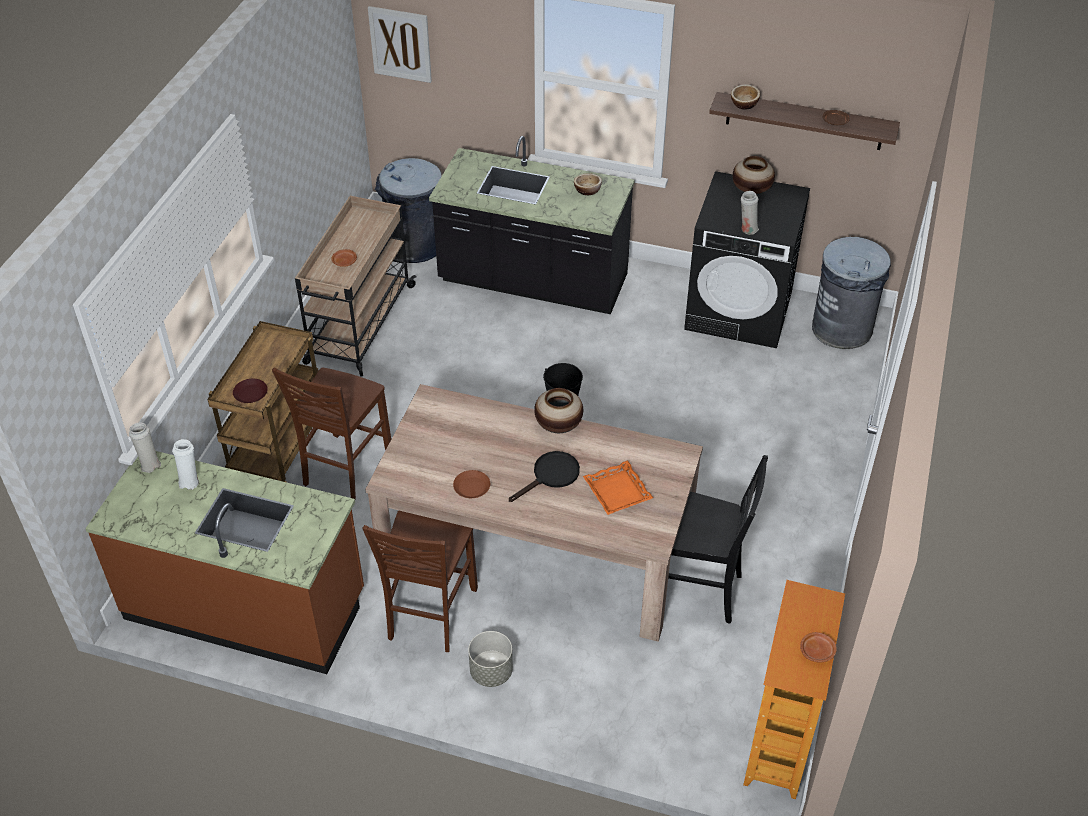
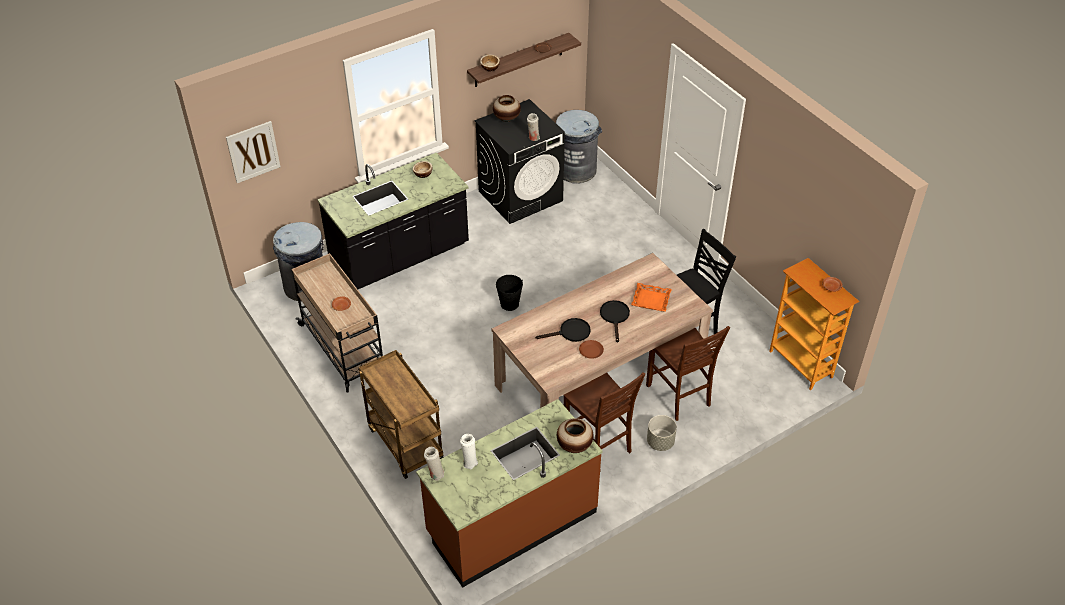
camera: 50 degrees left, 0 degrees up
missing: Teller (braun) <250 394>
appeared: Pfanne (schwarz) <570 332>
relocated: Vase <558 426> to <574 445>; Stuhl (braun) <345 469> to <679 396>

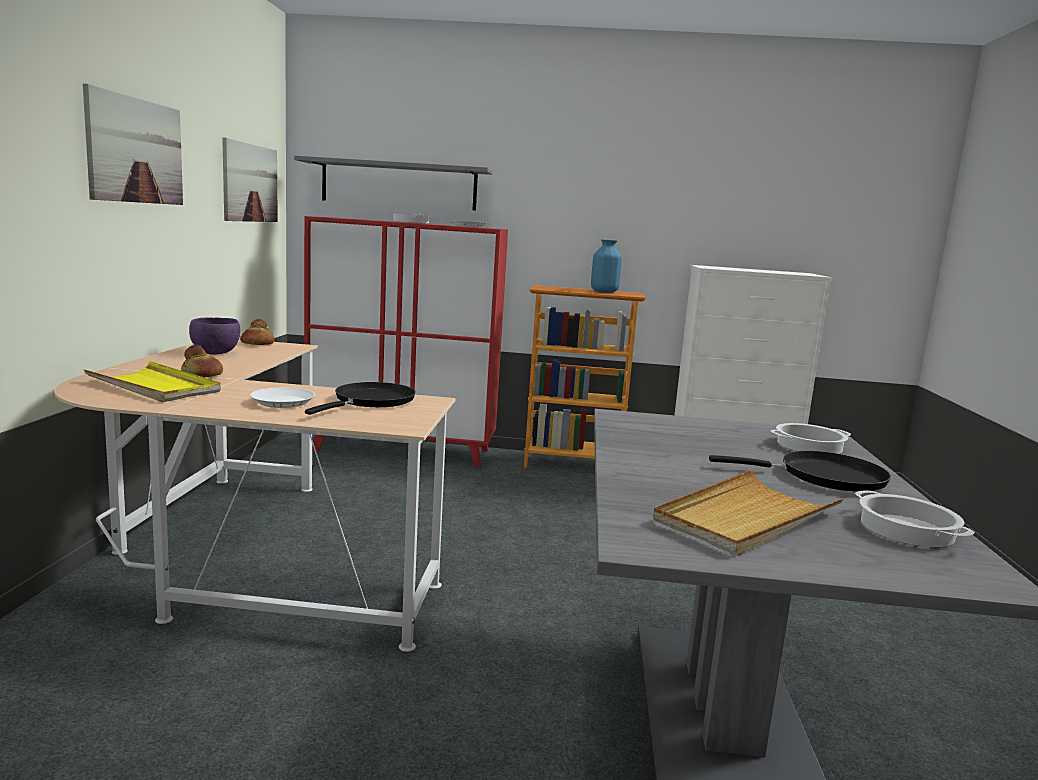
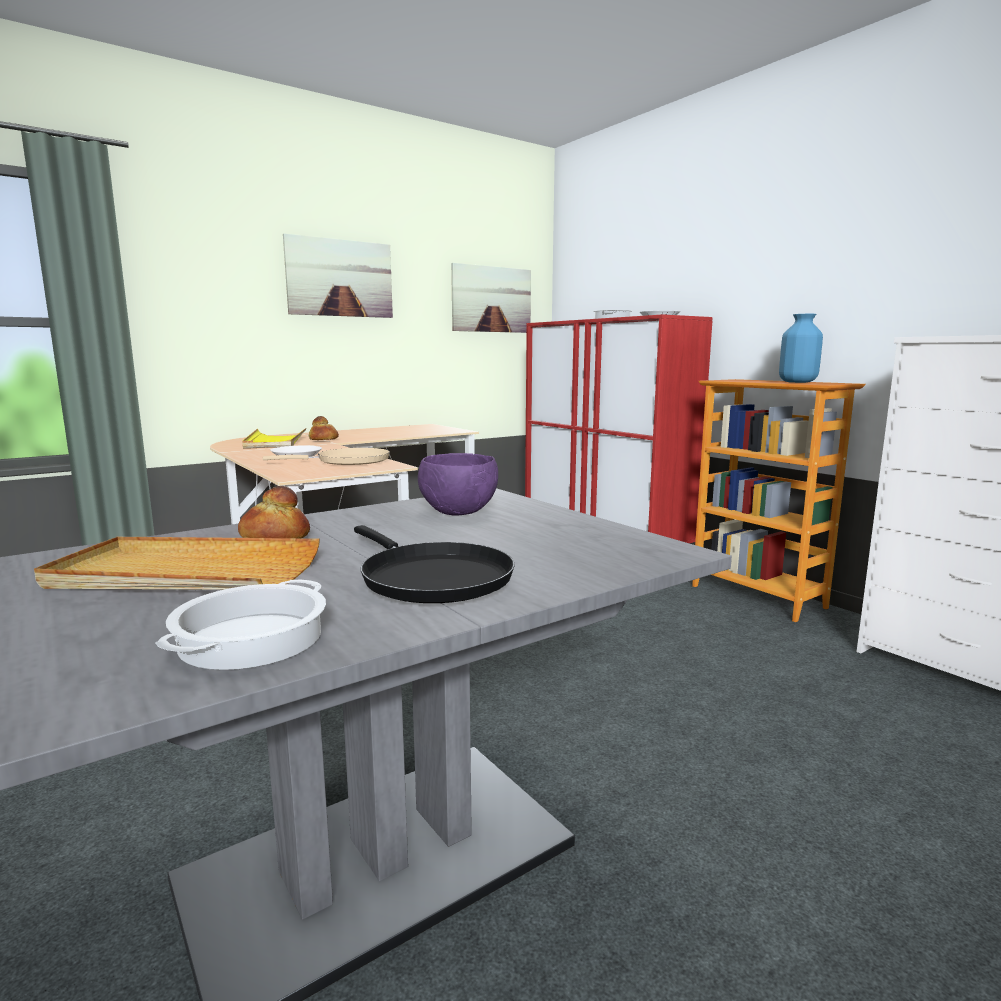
camera: 50 degrees right, 0 degrees up
missing: Wandregal (grau) <399 185>; Kochtopf <809 446>
relocated: Brot <257 344> to <274 537>; Schüssel (lila) <215 352> to <458 512>
colour: Pfanne (schwarz) <371 401> to Pfanne (beige) <348 461>

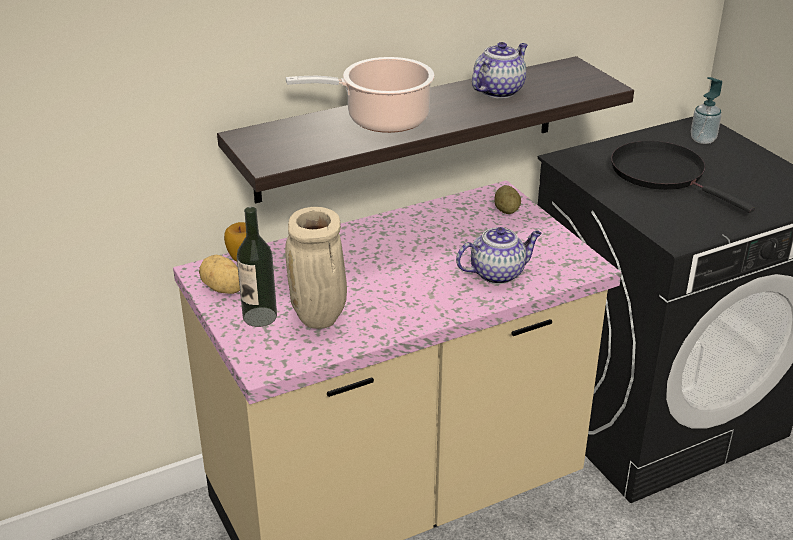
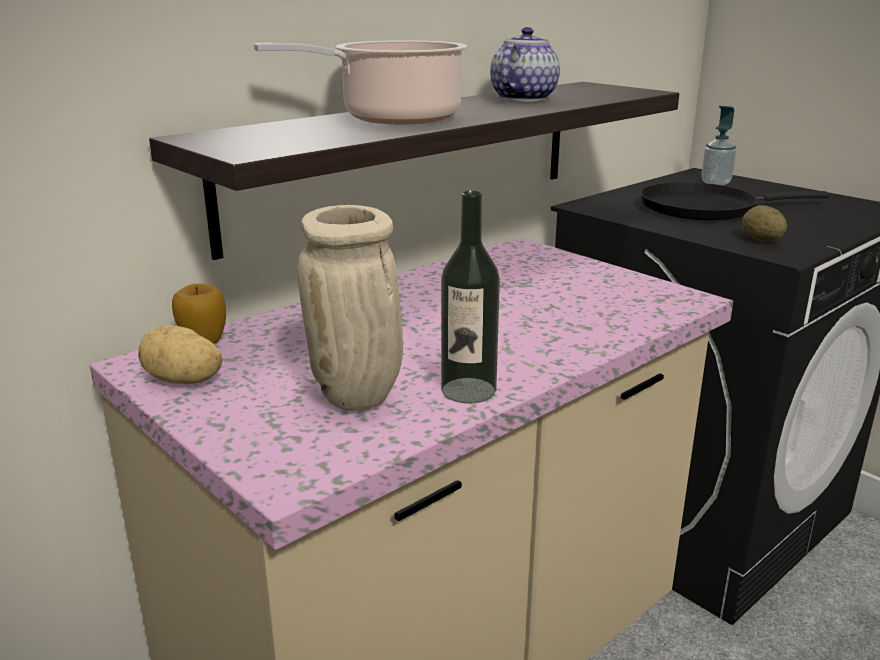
camera: 15 degrees left, 10 degrees down
missing: Teekanne <498 273>
relocated: Flasche <260 317> to <468 390>; Kartoffel <506 210> to <761 240>
spun: Pfanne (schwarz) <662 174> = <704 208> 45 degrees counterclockwise

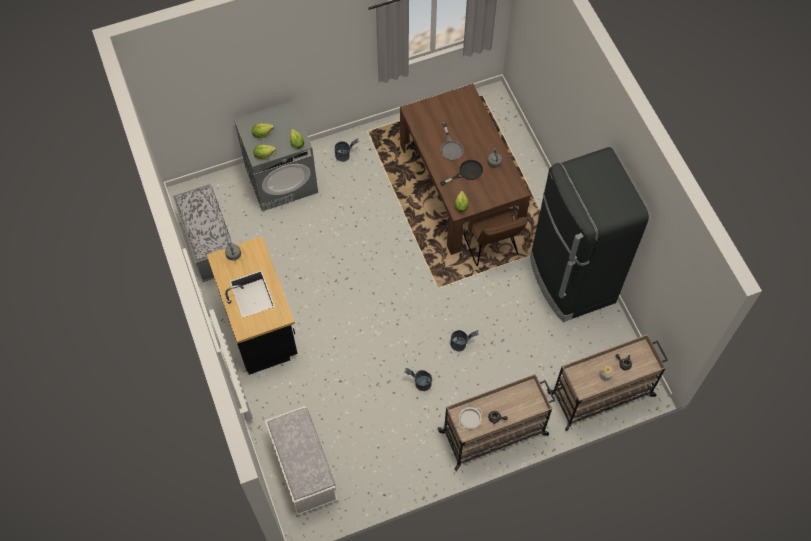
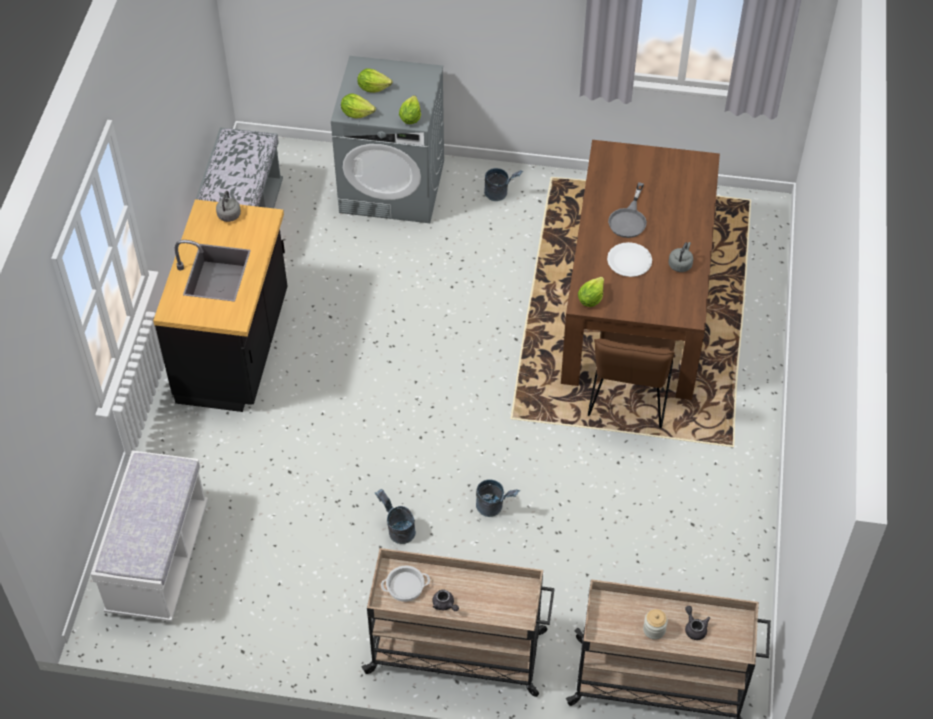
camera: 30 degrees right, 10 degrees down
missing: Kühlschrank (schwarz) <571 280>
exchanged: Pfanne (schwarz) <466 172> to Teller (weiß) <629 260>

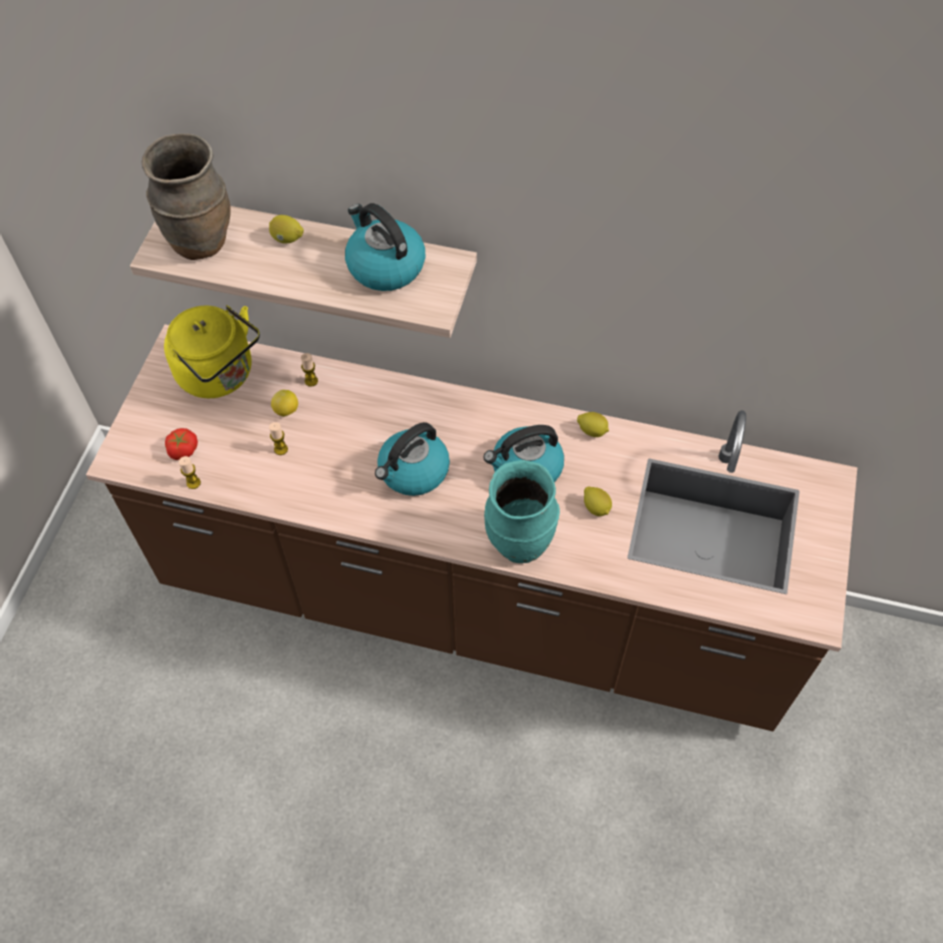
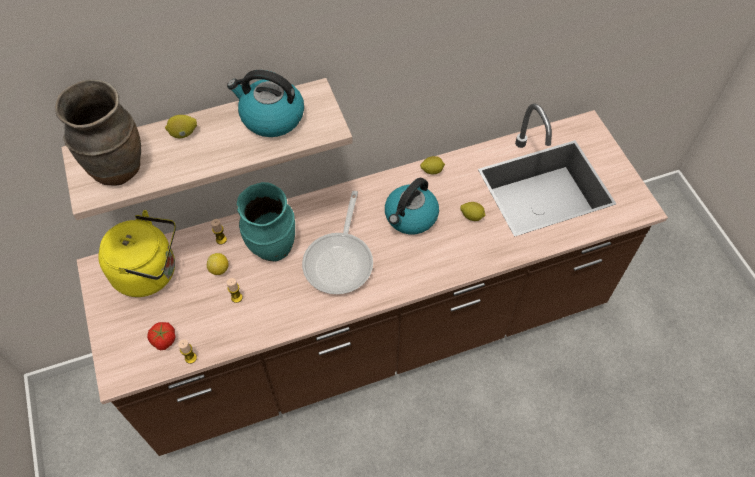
camera: 35 degrees left, 0 degrees up
relocated: Vase (türkis) <519 543> to <273 247>
exchanged: Wasserkessel <413 472> to Pfanne <340 260>

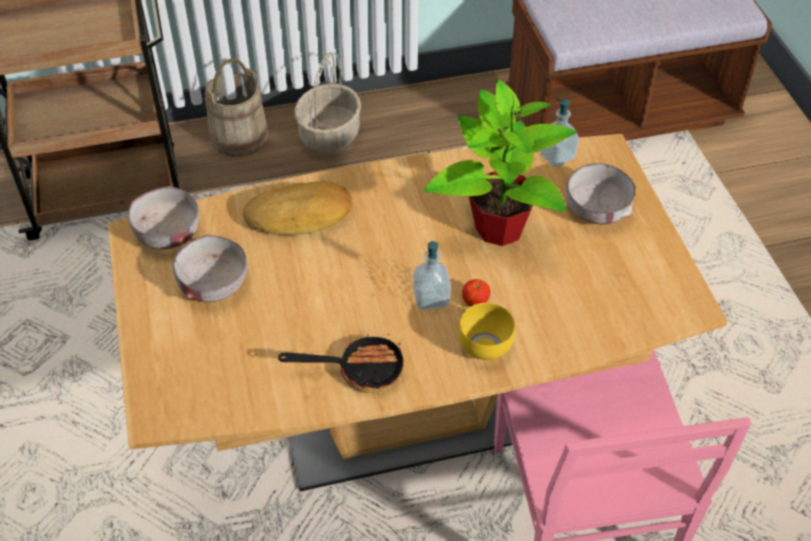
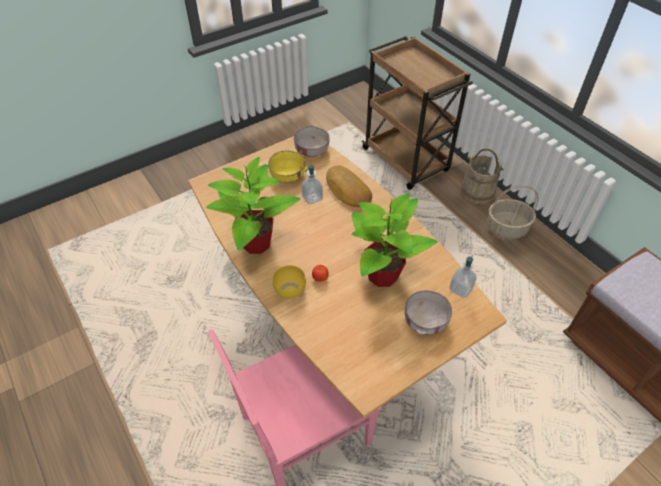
camera: 70 degrees right, 0 degrees up
relocated: Seifenspender <431 298> to <312 198>
exchanged: Pfanne <360 369> to Topfpflanze <255 243>
colour: Schüssel (grau) <213 284> to Schüssel (gelb) <287 175>

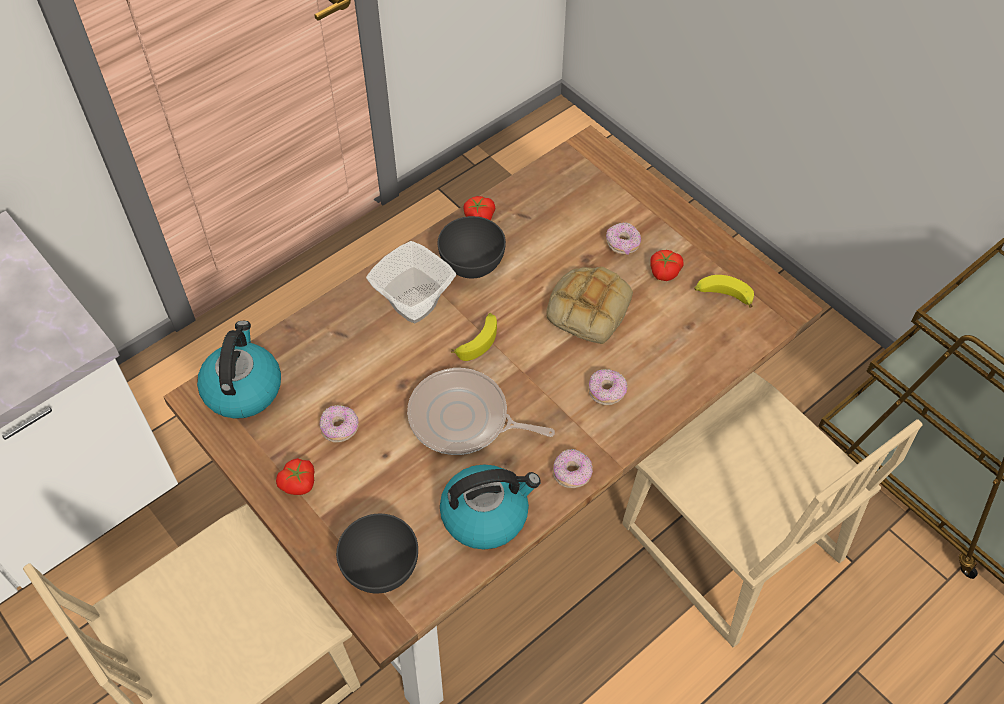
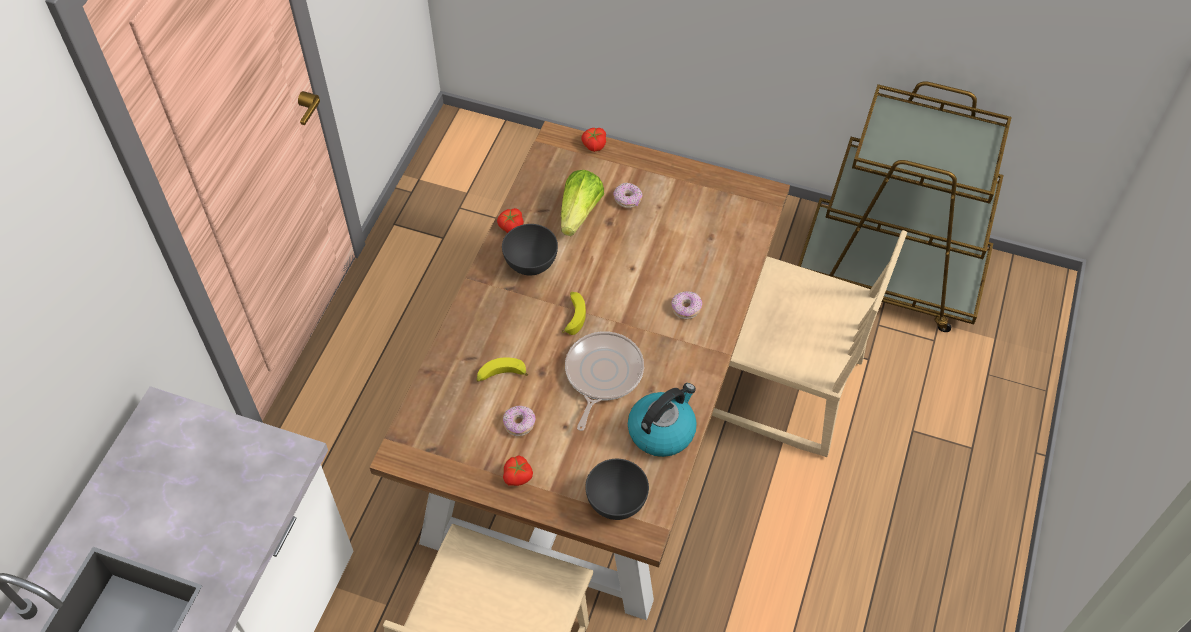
camera: 30 degrees left, 0 degrees up
missing: Wasserkessel <243 388>; Schüssel <414 305>; Brot <588 307>; Donut <572 473>
appeared: Salatkopf <579 213>
relocated: Banane <722 296> to <501 375>; Tomate <664 271> to <593 145>
spun: Pfanne <463 419> = <602 375> 120 degrees clockwise

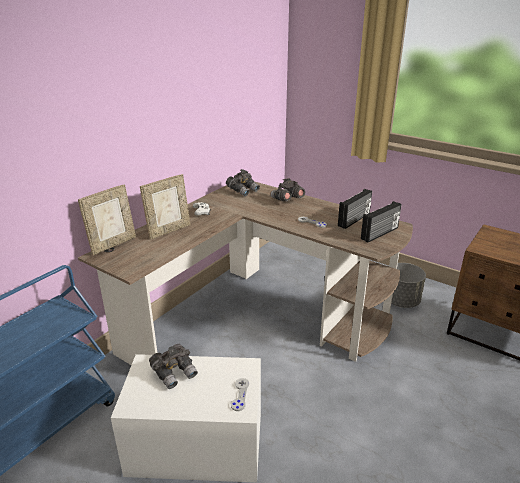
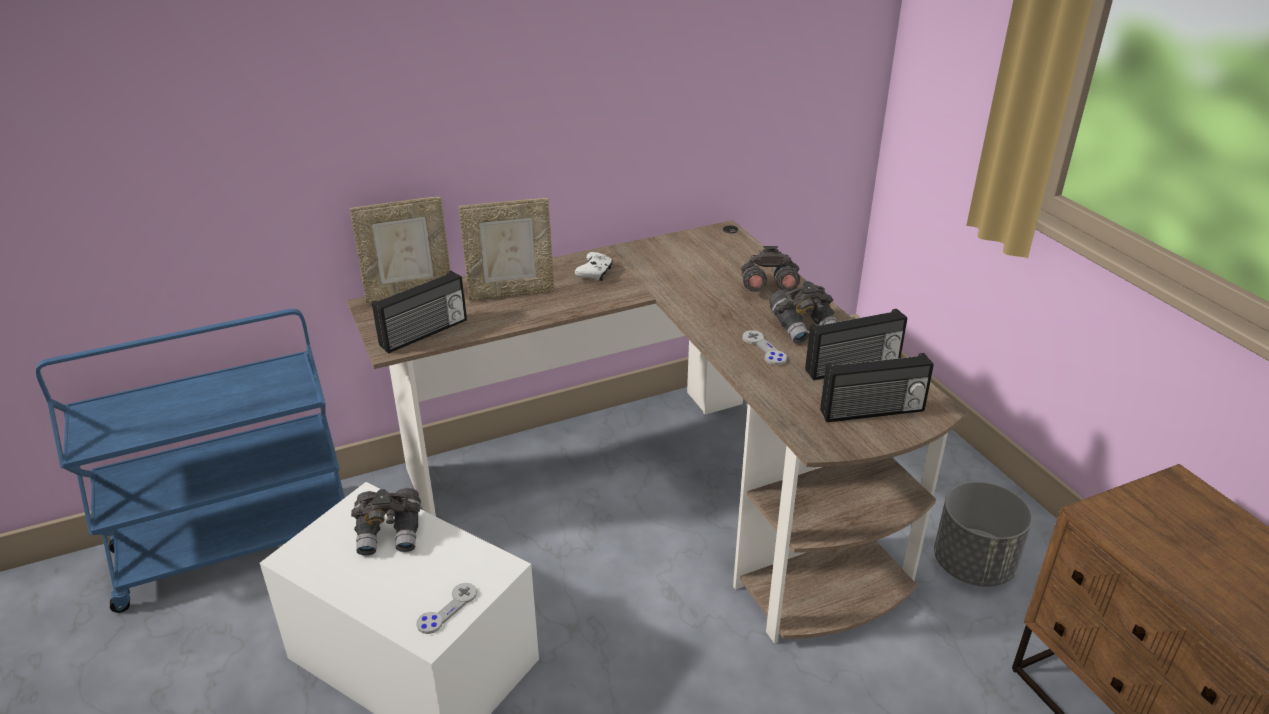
camera: 30 degrees right, 5 degrees up
appeared: Radio <424 333>
relocated: Fernglas (grau) <243 191> to <804 327>

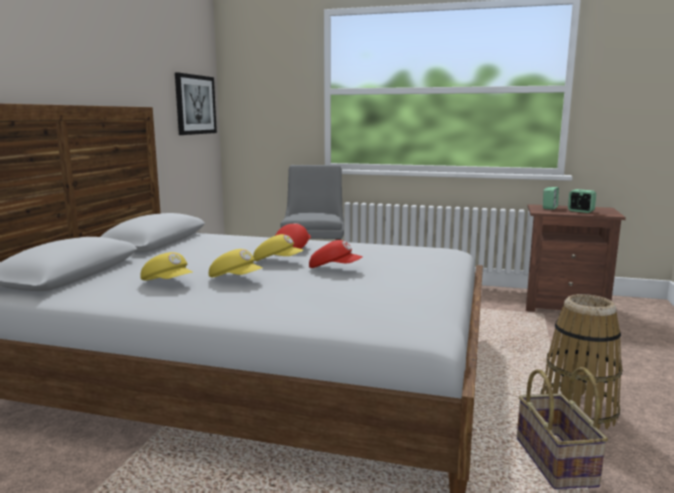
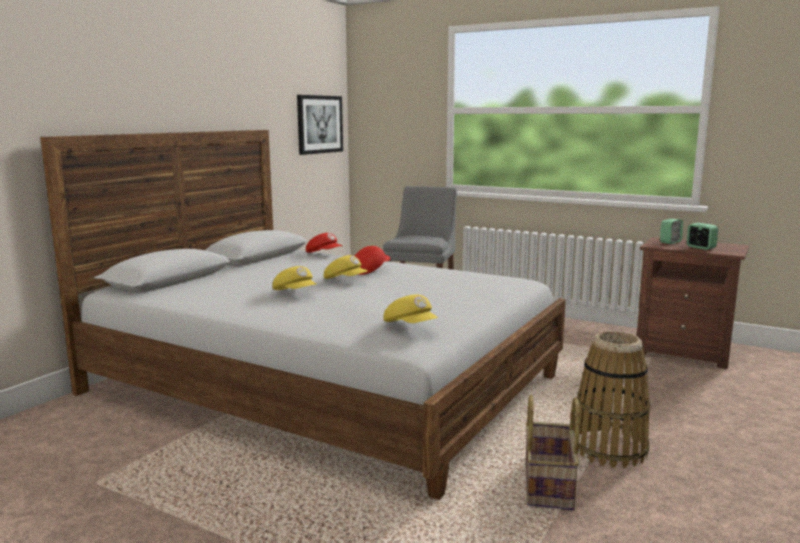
camera: 15 degrees right, 0 degrees up
relocated: Kappe (rot) <334 268> to <324 254>; Kappe (gelb) <168 283> to <411 327>

